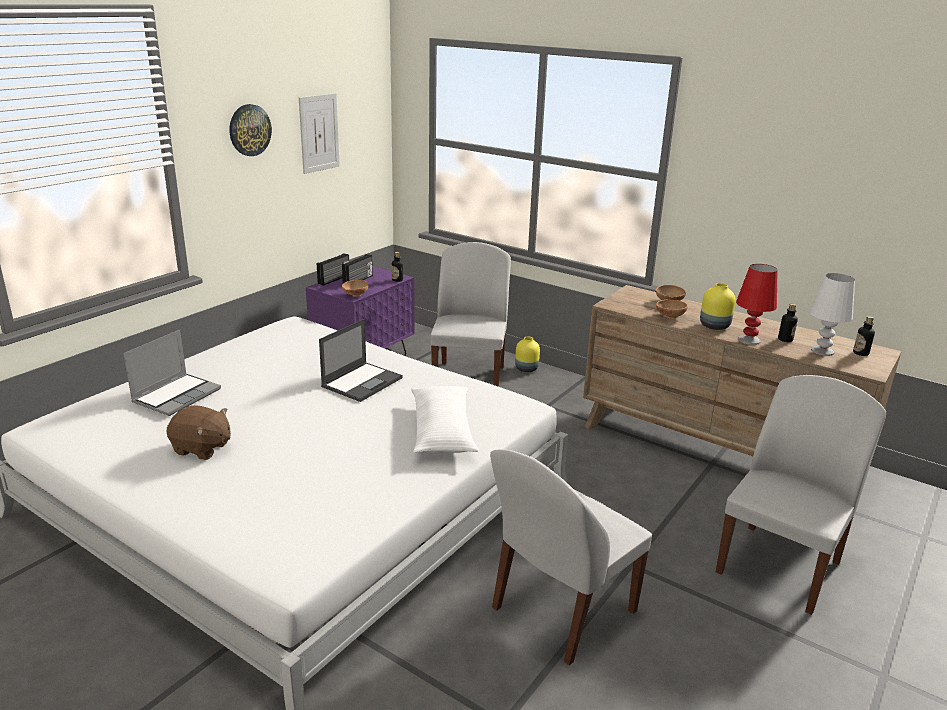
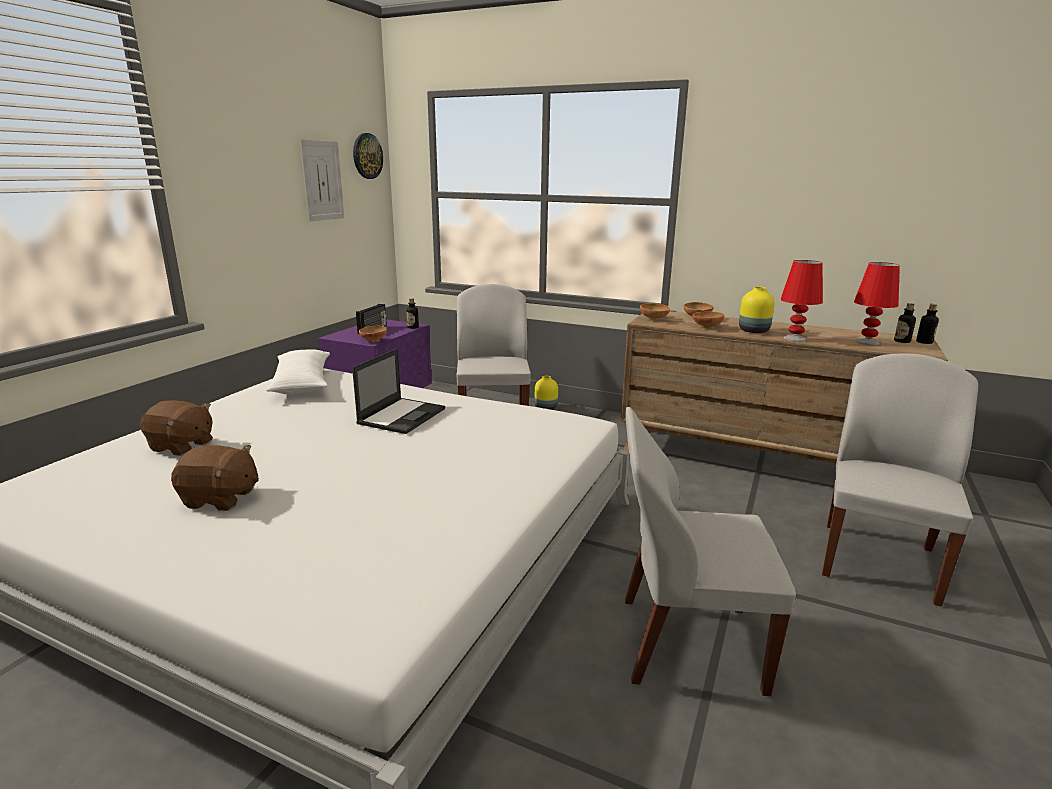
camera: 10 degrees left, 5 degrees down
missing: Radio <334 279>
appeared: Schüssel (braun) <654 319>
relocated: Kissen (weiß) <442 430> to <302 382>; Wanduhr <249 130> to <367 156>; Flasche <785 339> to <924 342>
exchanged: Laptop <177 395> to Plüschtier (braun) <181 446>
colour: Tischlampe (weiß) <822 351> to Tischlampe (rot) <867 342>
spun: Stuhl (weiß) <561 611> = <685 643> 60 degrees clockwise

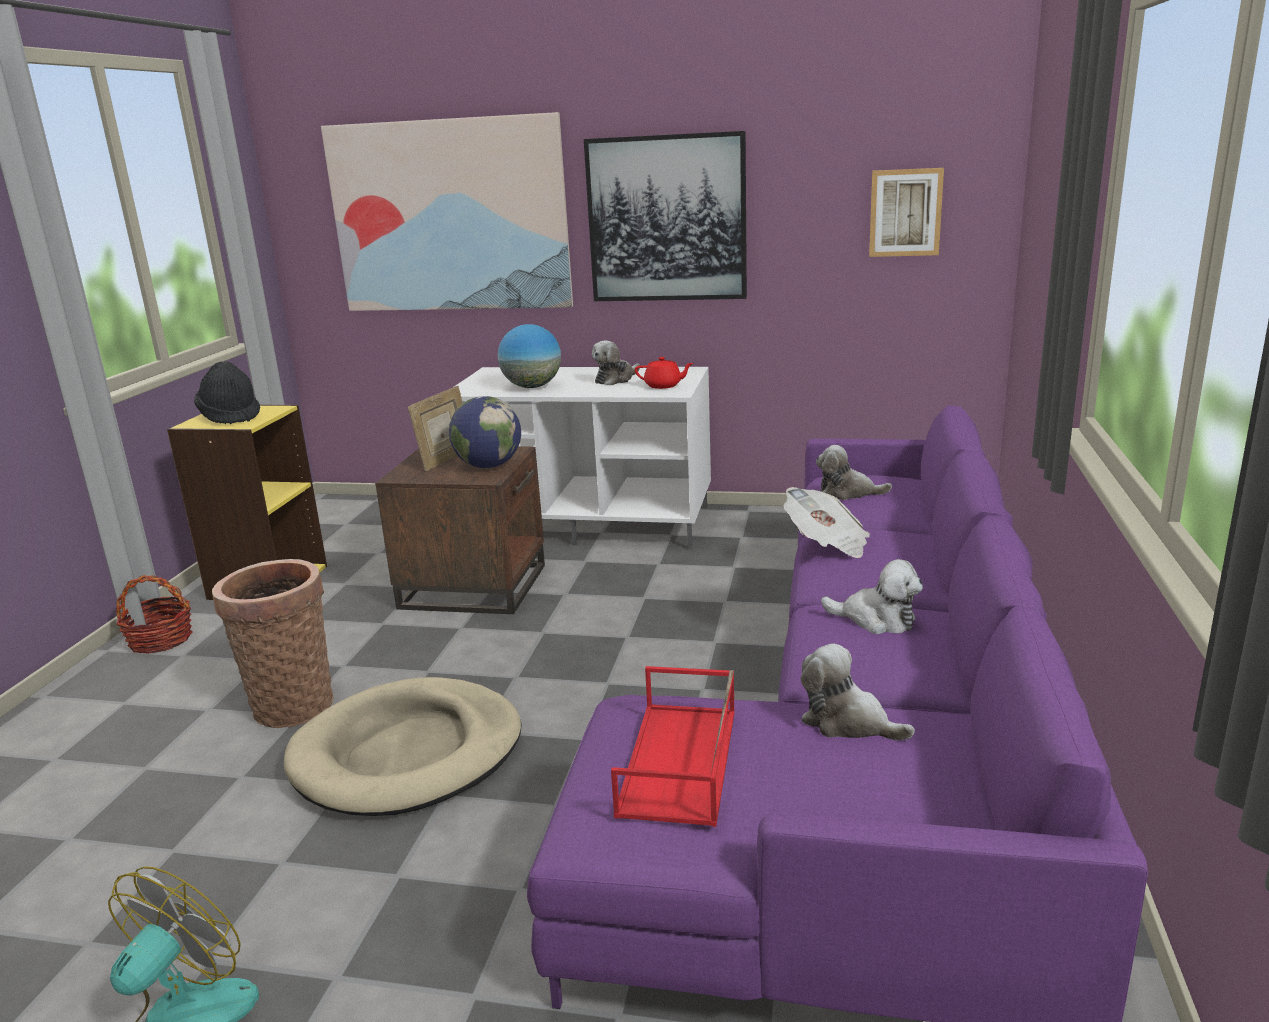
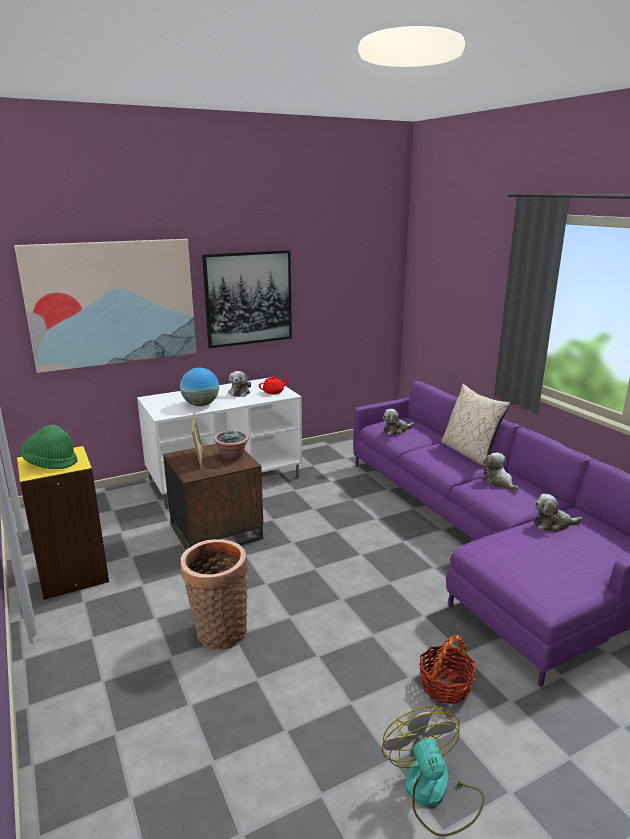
camera: 40 degrees left, 0 degrees up
missing: Hundebett (beige) <408 754>; Tablett (rot) <680 762>; Zeitung <827 544>; Bild <905 212>
appeared: Kissen (beige) <469 453>
relocated: Korb <160 640> to <445 685>
exchanged: Globus <488 466> to Topfpflanze <232 456>
colour: Hut (schwarz) <231 416> to Hut (grün) <51 463>
spun: Plüschtier <876 619> = <498 482> 105 degrees counterclockwise

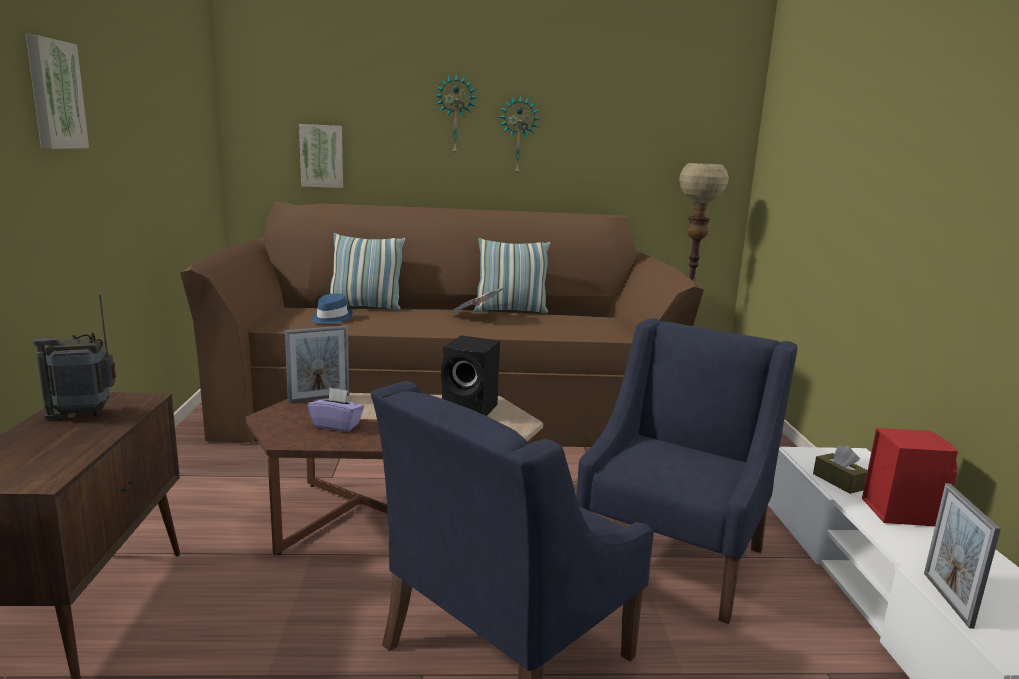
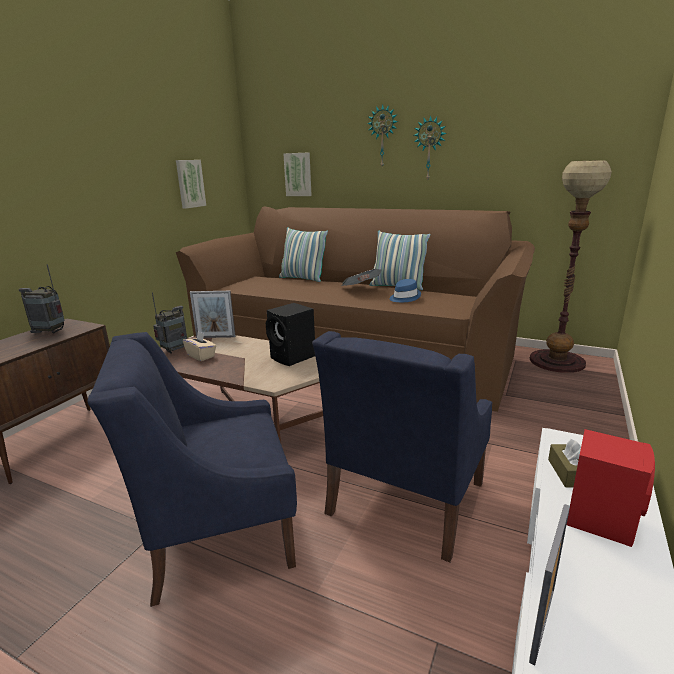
camera: 30 degrees right, 5 degrees up
appeared: Radio <175 351>
relocated: Bild <54 94> to <189 183>; Hut (blau) <330 318> to <404 297>
colour: Taschentuchbox (lila) <336 425> to Taschentuchbox (beige) <201 356>
spun: Sessel (blau) <672 556> = <404 499> 150 degrees clockwise

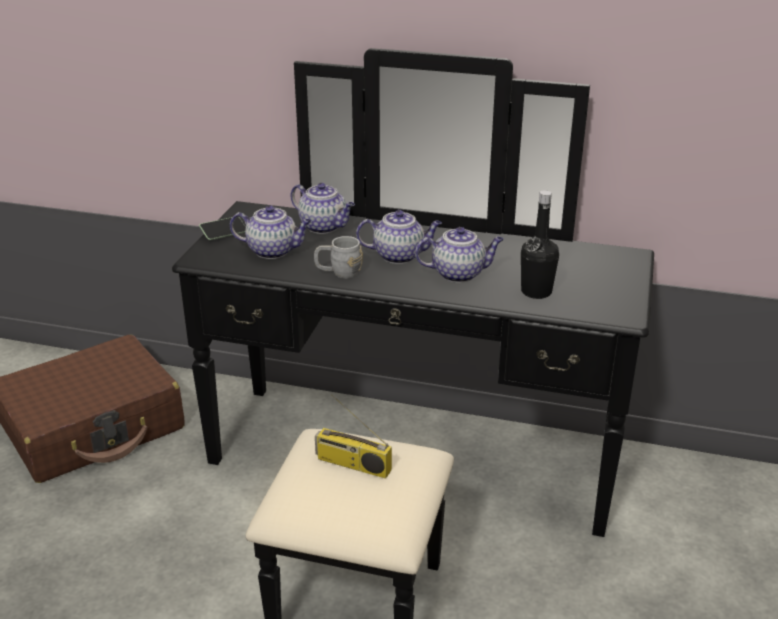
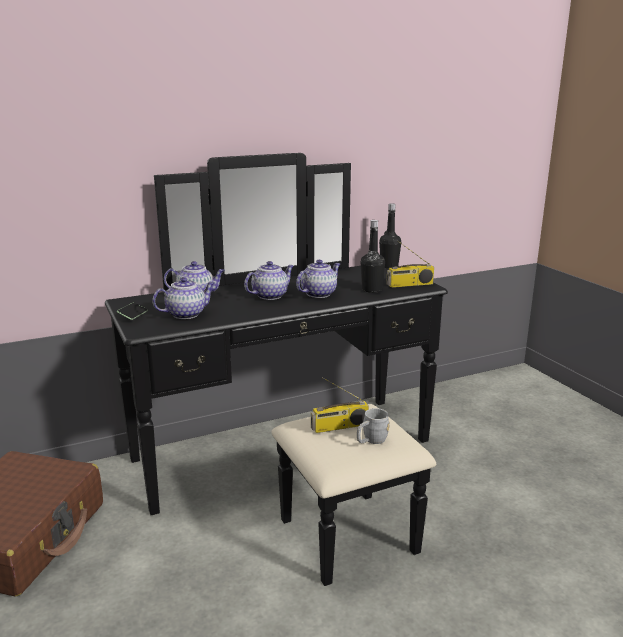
camera: 40 degrees left, 10 degrees down
appeared: Flasche (schwarz) <389 266>; Radio <409 285>
relocated: Henkelbecher (grau) <339 273> to <371 441>

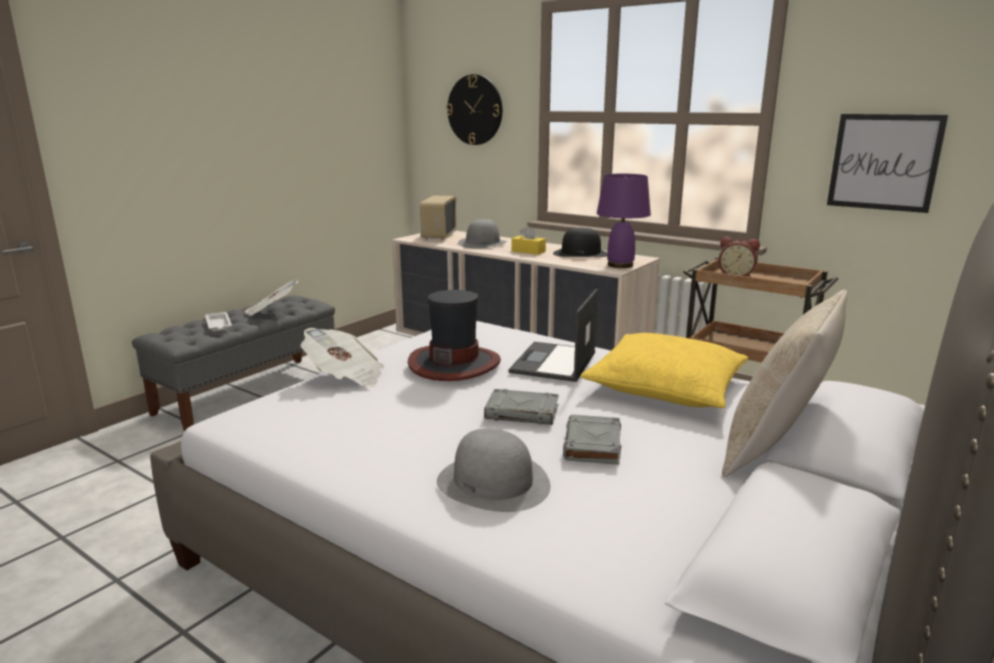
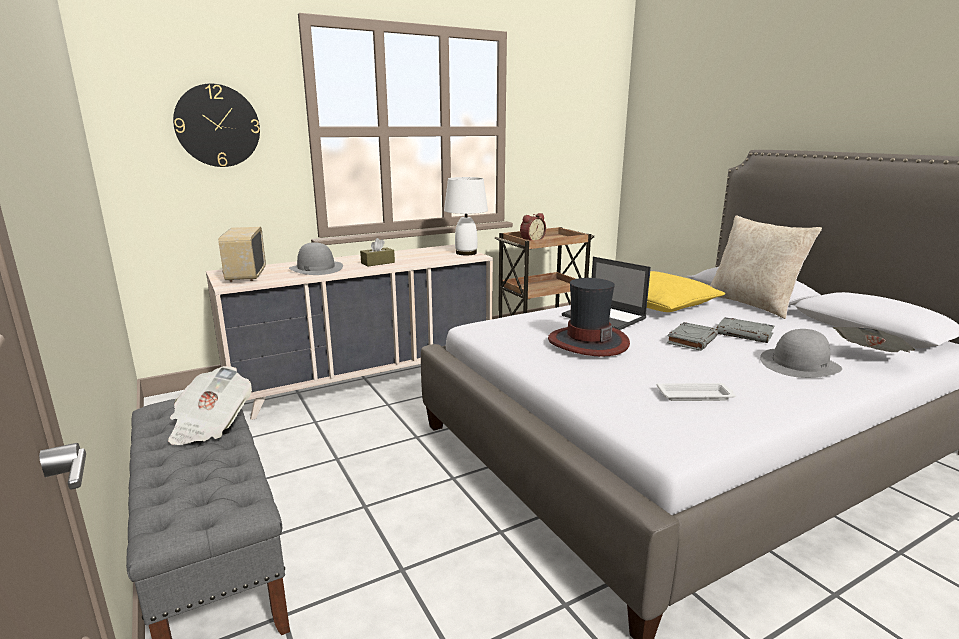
camera: 65 degrees left, 0 degrees up
missing: Hut (schwarz) <581 254>; Bild <884 162>
relocated: Tablett (weiß) <218 325> to <696 396>; Zeitung <345 377> to <869 358>
colour: Taschentuchbox (gelb) <528 251> to Taschentuchbox (braun) <378 263>; Tischlampe (lila) <620 265> to Tischlampe (weiß) <466 253>
spun: Radio <438 236> = <245 275> 45 degrees clockwise

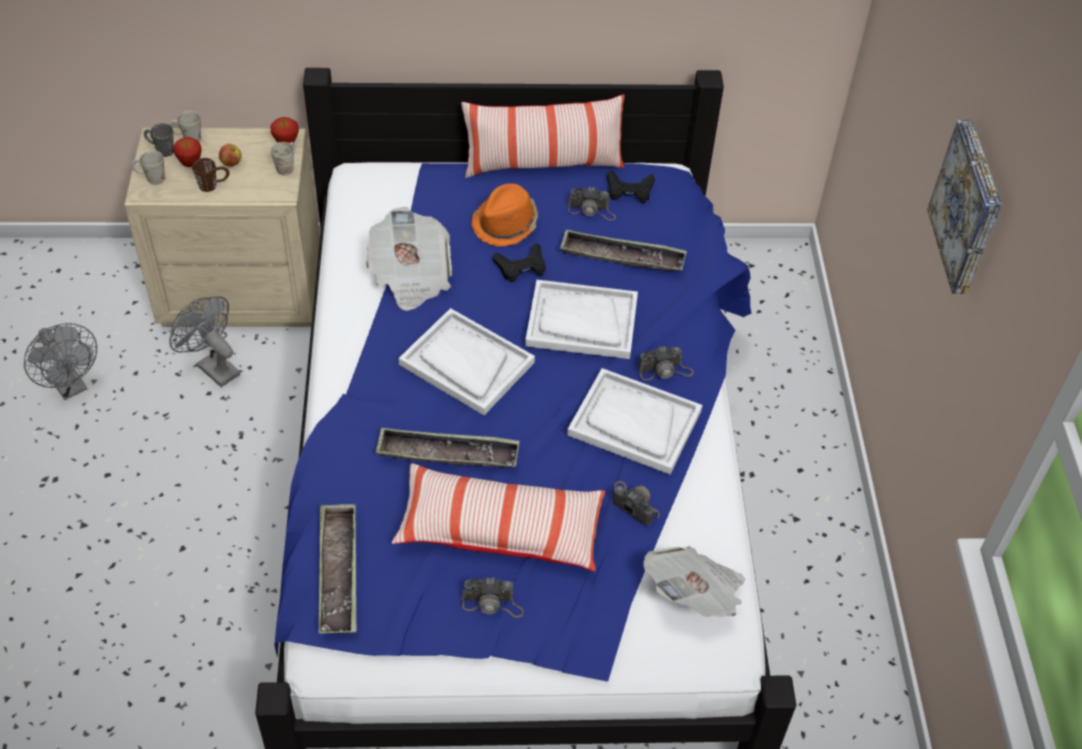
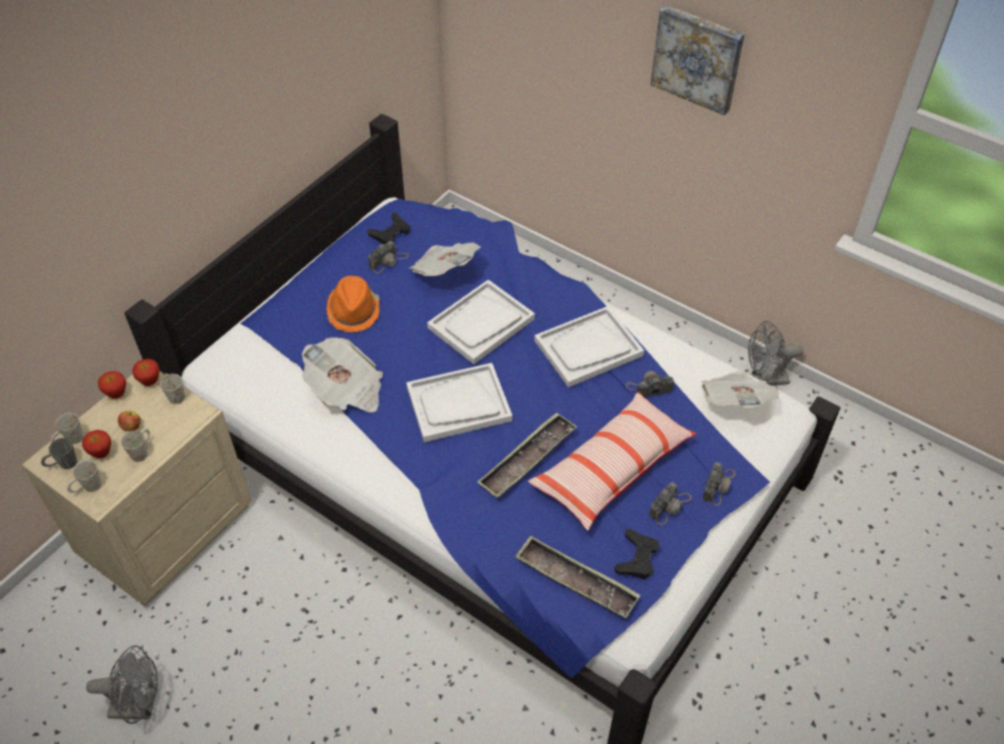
camera: 50 degrees left, 0 degrees up
missing: Kissen <543 165>
appeared: Apfel <117 394>
relocated: Gamepad (schwarz) <521 267> to <637 558>; Kamera <665 370> to <718 485>; Ventilator (grau) <213 366> to <764 380>
exchanged: Tablett <622 257> to Zeitung <445 271>
colour: Henkelbecher (braun) <213 185> to Henkelbecher (weiß) <142 451>

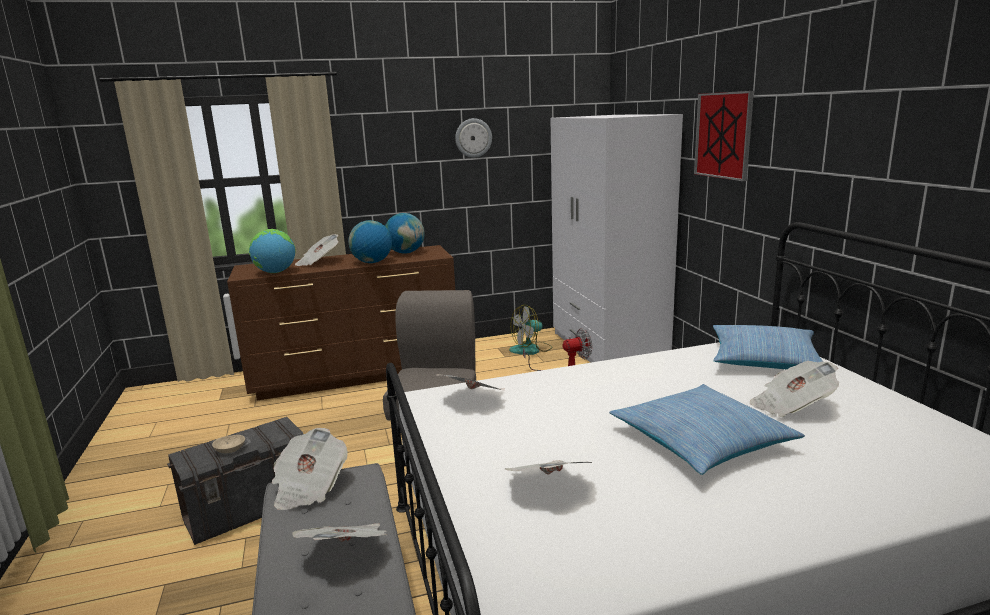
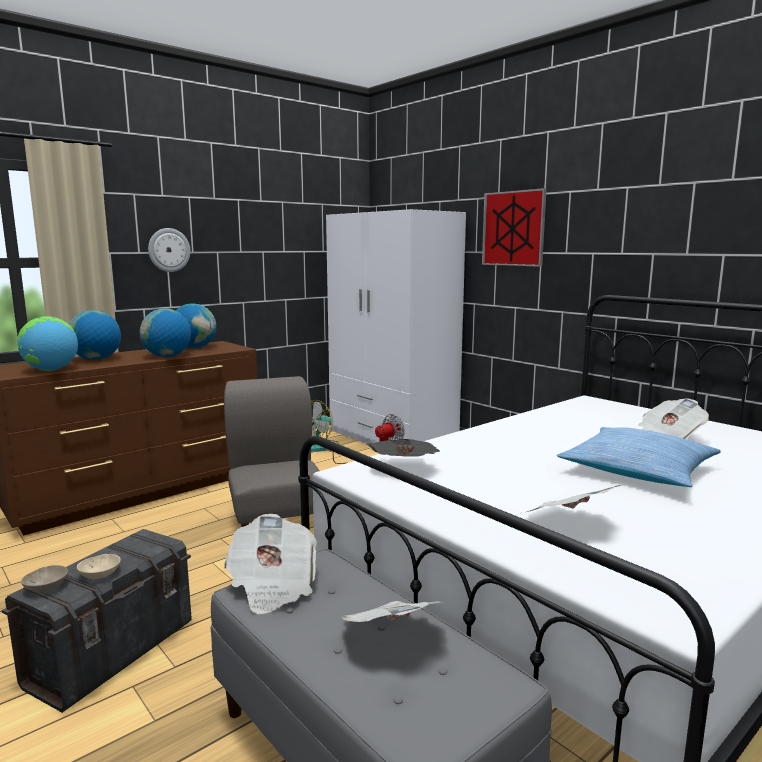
camera: 25 degrees left, 5 degrees down
missing: Kissen <764 359>
appeared: Schüssel (beige) <46 587>
relocated: Wanduhr <473 138> to <169 250>
exchanged: Zeitung <318 262> to Globus <96 359>

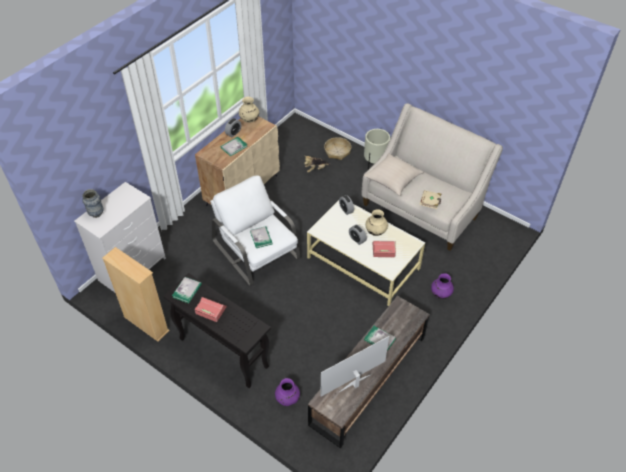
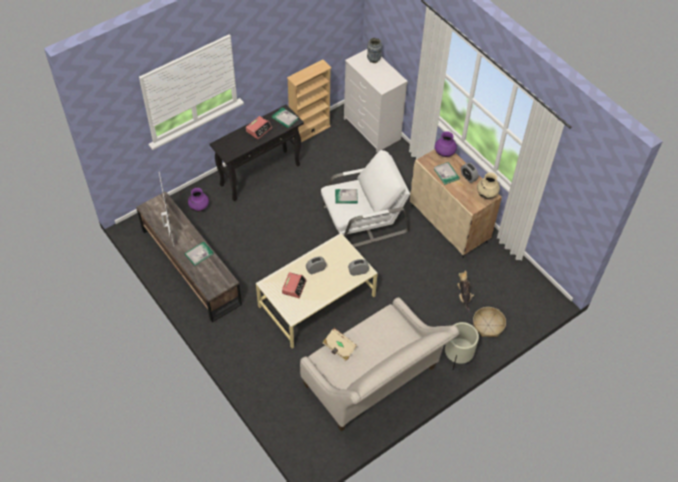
camera: 105 degrees right, 5 degrees up
missing: Kissen (beige) <393 179>; Vase (beige) <375 231>
relocated: Vase (lila) <440 294> to <444 153>

